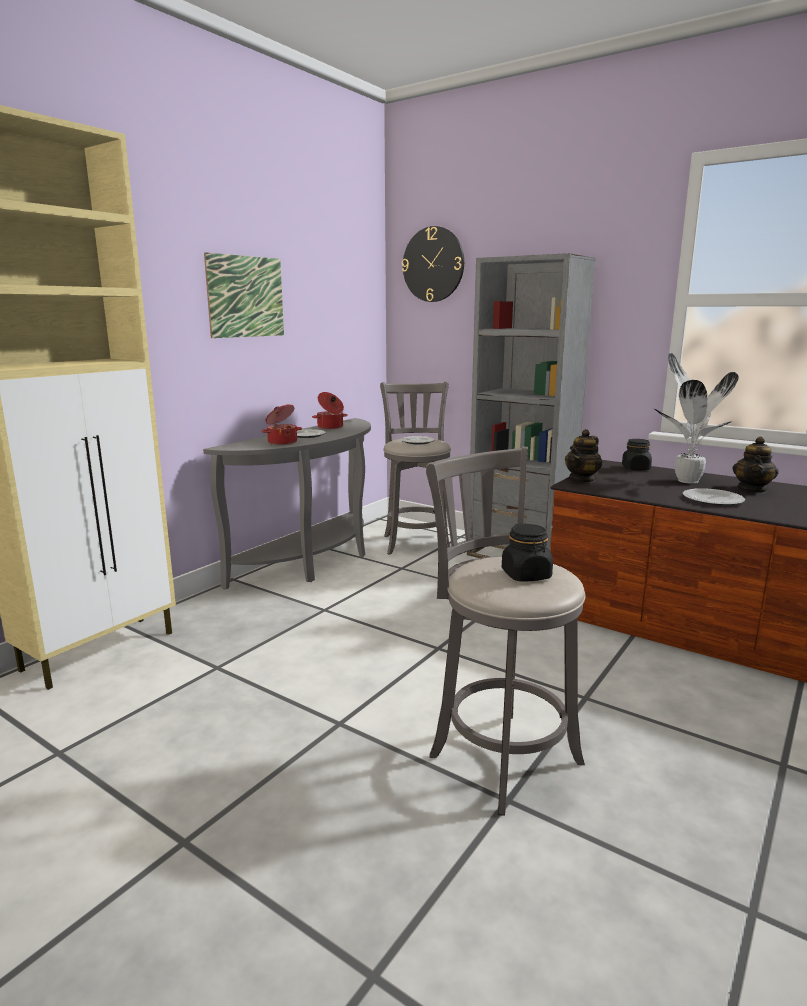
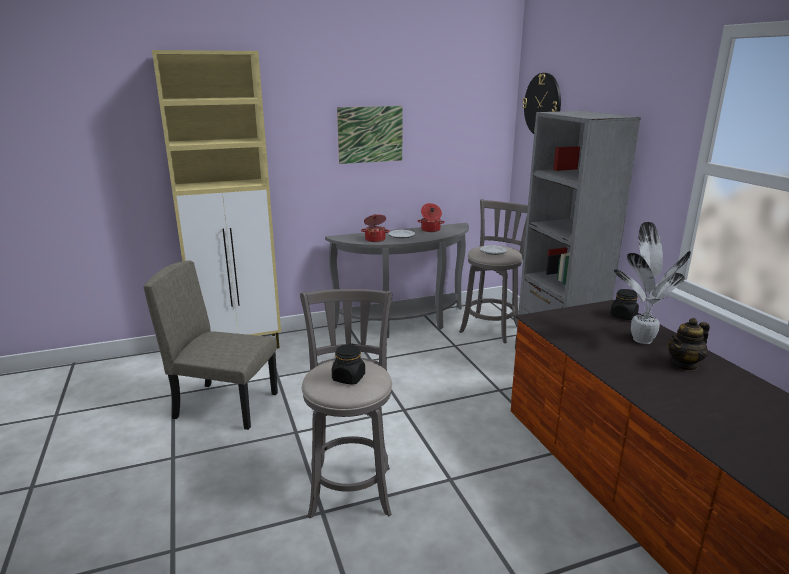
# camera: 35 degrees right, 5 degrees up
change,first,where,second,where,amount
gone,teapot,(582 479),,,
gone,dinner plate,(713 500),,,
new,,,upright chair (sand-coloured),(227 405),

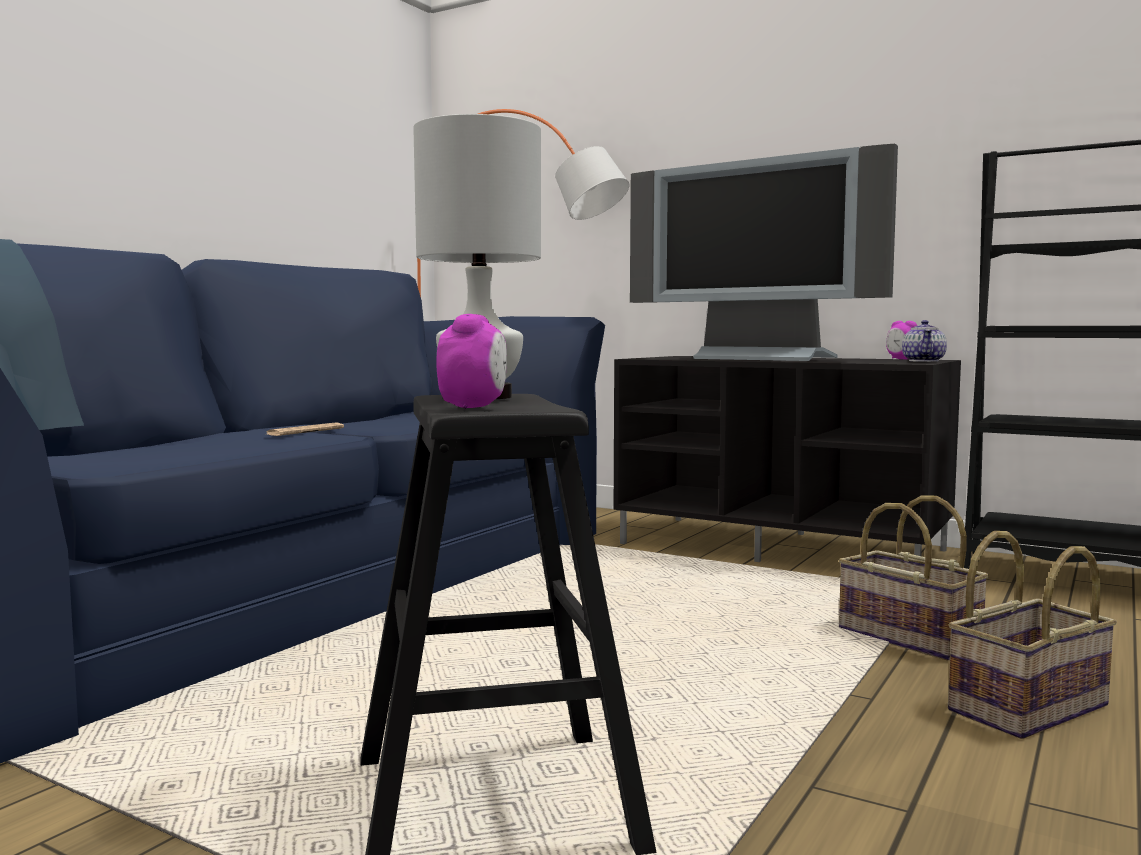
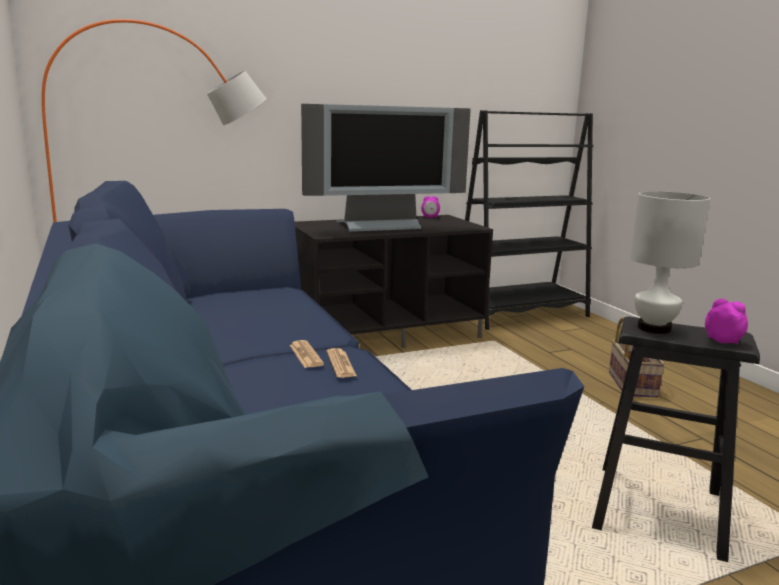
# camera: 55 degrees left, 10 degrees up
change,first,where,second,where,amount
gone,teapot,(924 361),,,
gone,storage basket,(906 638),,,
new,,,newspaper,(341 364),

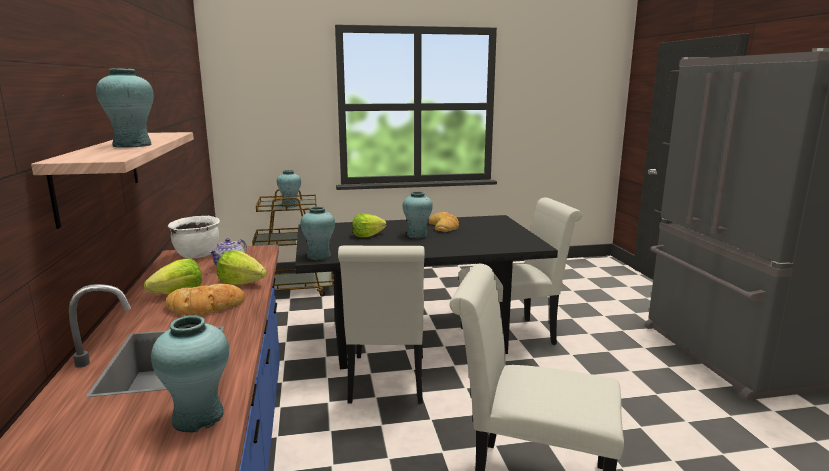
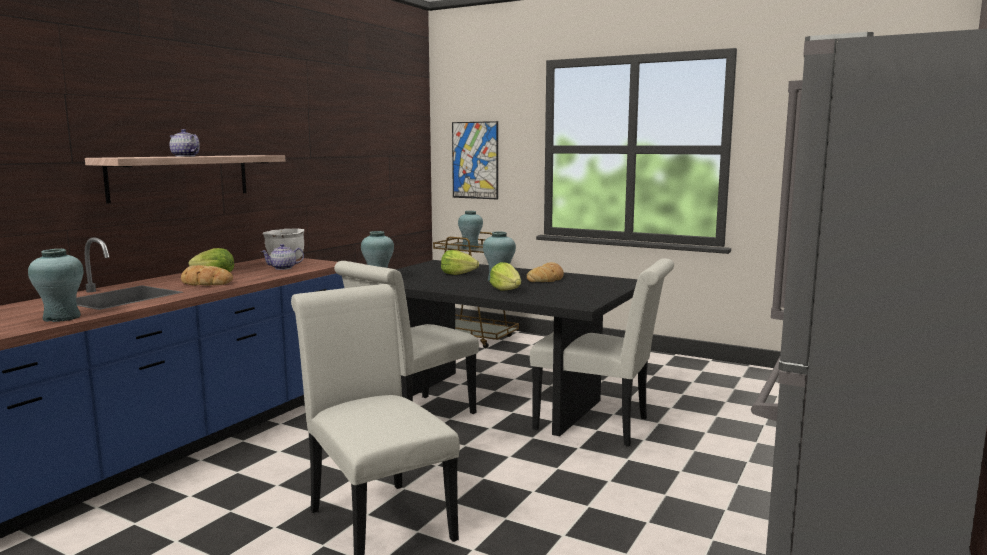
# camera: 40 degrees right, 5 degrees down
change,first,where,second,where,amount
swapped,vase (turquoise-coloured),(132 145),teapot,(185 156),
shifted,lettuce,(241 283),,(506 290),
new,,,wall art,(475 160),

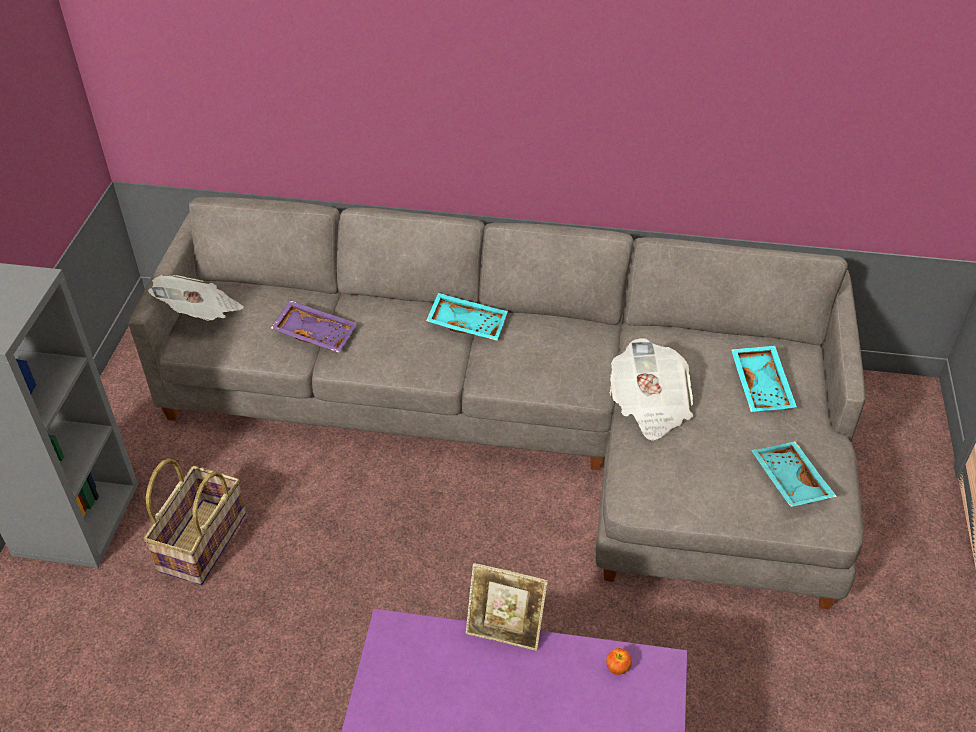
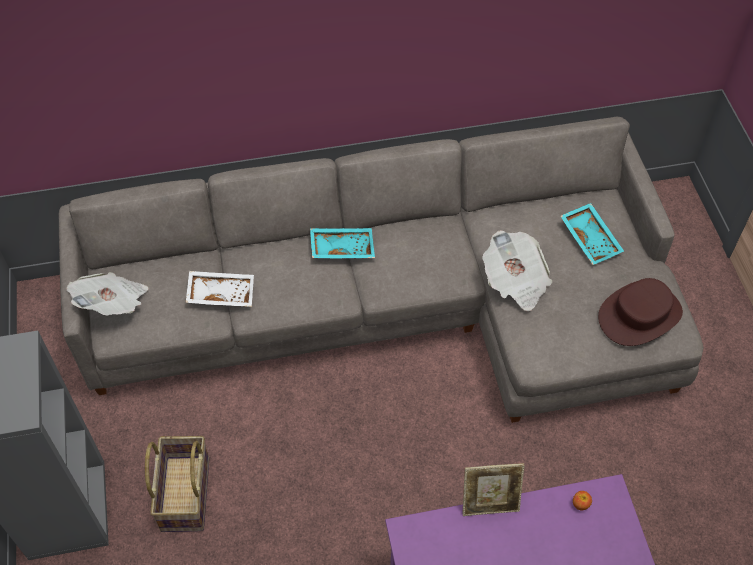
# camera: 20 degrees left, 10 degrees up
change,first,where,second,where,amount
repainted,serving tray (purplish),(316 333),serving tray (whitish),(221 293),
swapped,serving tray (turquoise-coloured),(788 481),wearable hat (brown),(639 315),

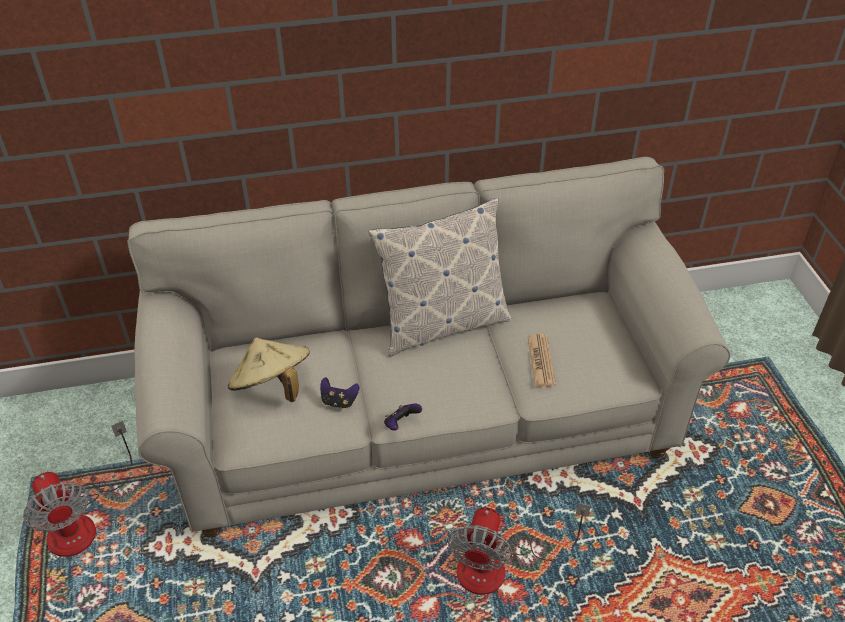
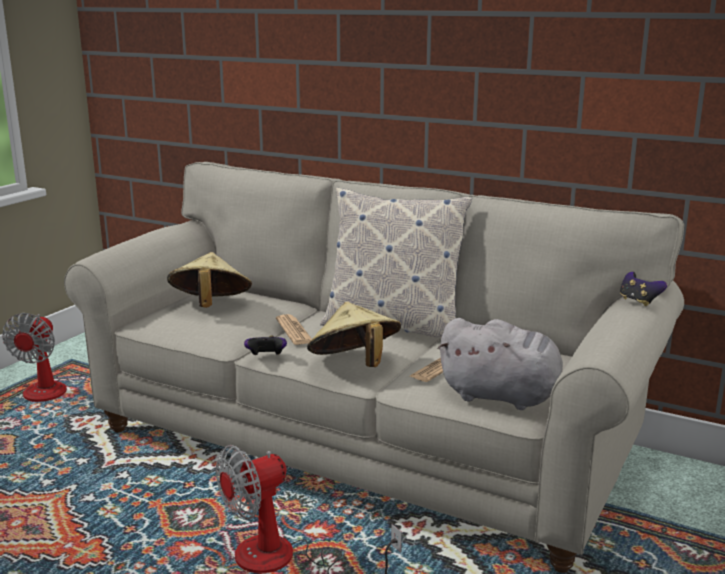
# camera: 40 degrees right, 25 degrees down
change,first,where,second,where,amount
shifted,joypad,(339 401),,(639 301),
new,,,wearable hat (sand-coloured),(354 365),
new,,,newspaper,(294 331),
new,,,plush toy (gray),(505 397),

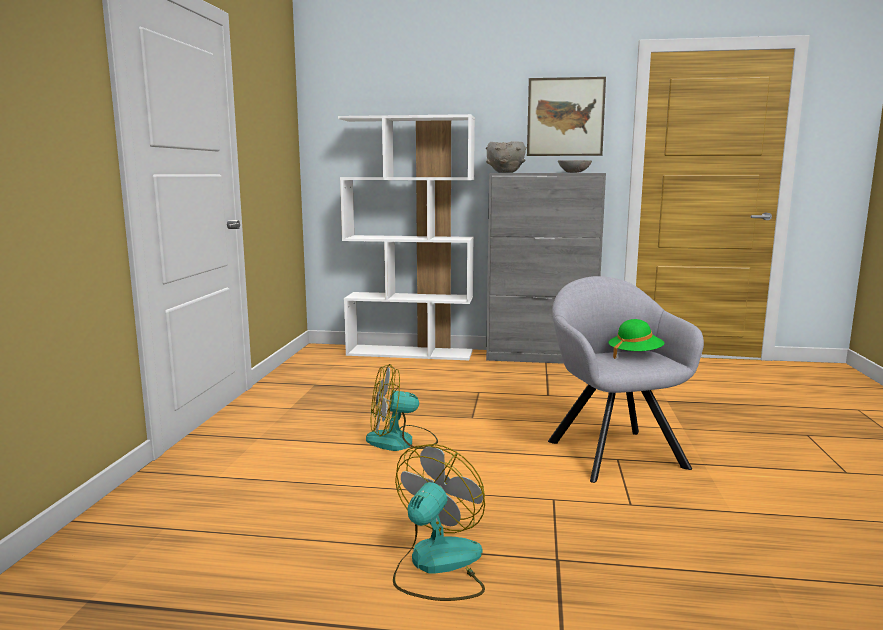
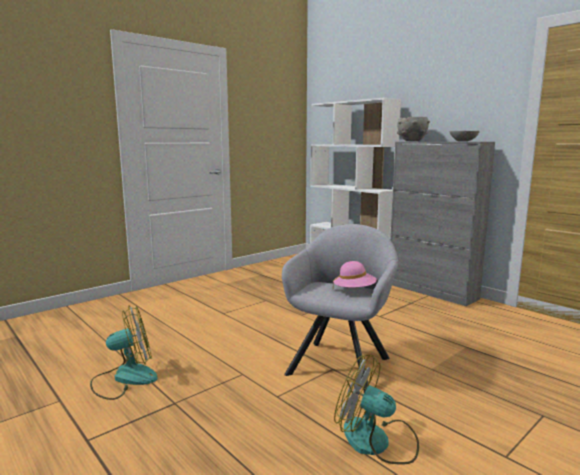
# camera: 40 degrees right, 0 degrees up
change,first,where,second,where,amount
gone,wall art,(565 117),,,
repainted,wearable hat (green),(635 355),wearable hat (pink),(354 291),
shifted,fan,(401 441),,(377 441),

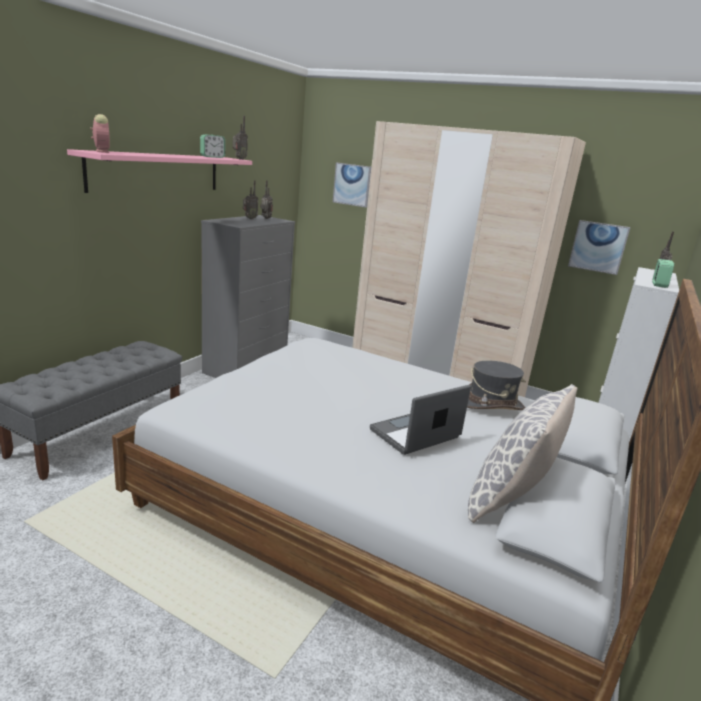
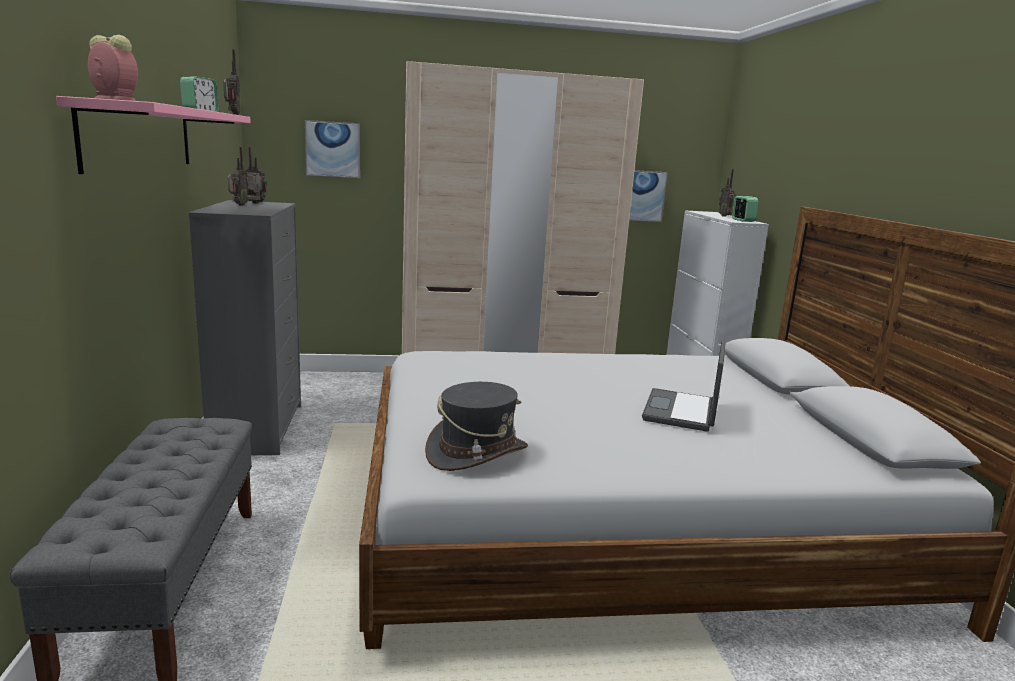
# camera: 35 degrees left, 5 degrees down
change,first,where,second,where,amount
shifted,wearable hat (gray),(491 404),,(477 453),
gone,throw pillow,(510 500),,,

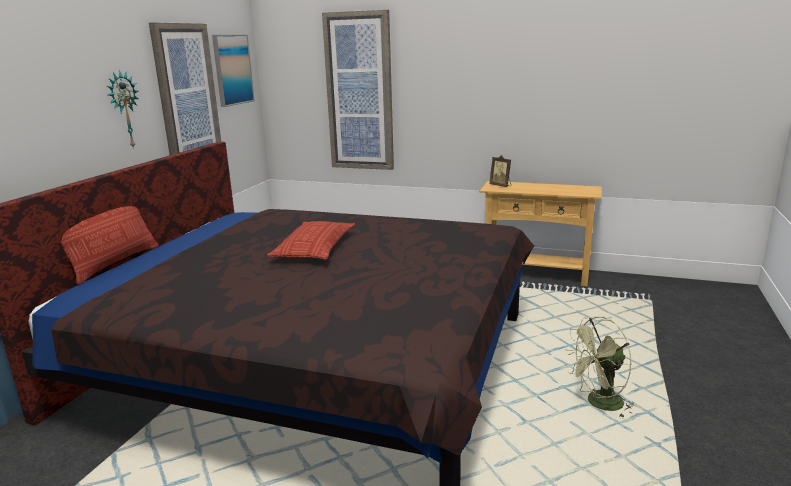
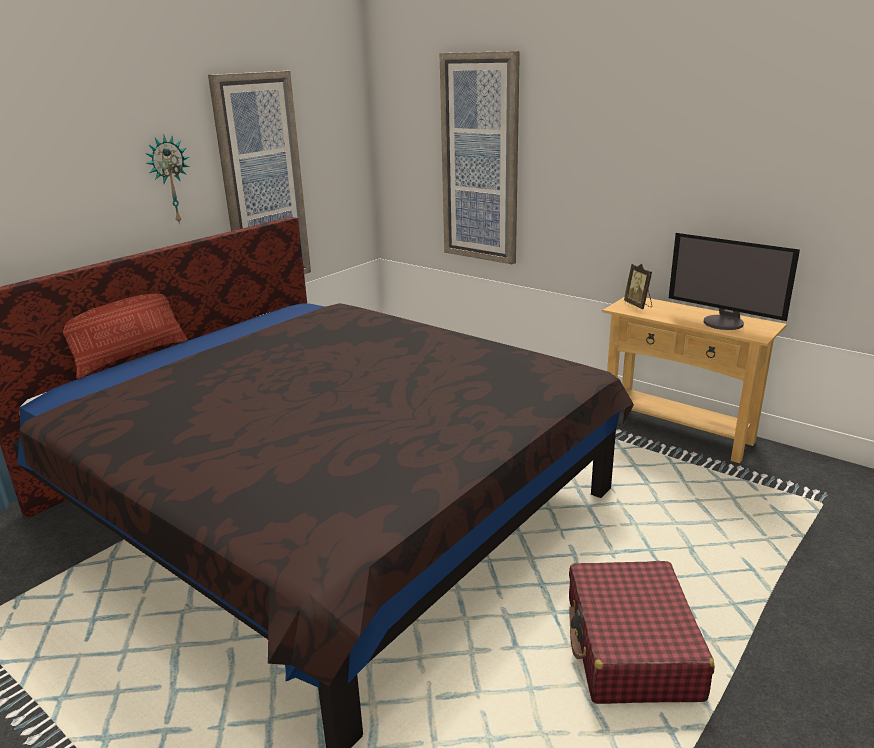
# camera: 20 degrees right, 5 degrees up
change,first,where,second,where,amount
gone,wall art,(232 70),,,
gone,throw pillow,(314 247),,,
swapped,fan (green),(599 404),piece of luggage (red),(631 648),
new,,,computer display,(724 323),

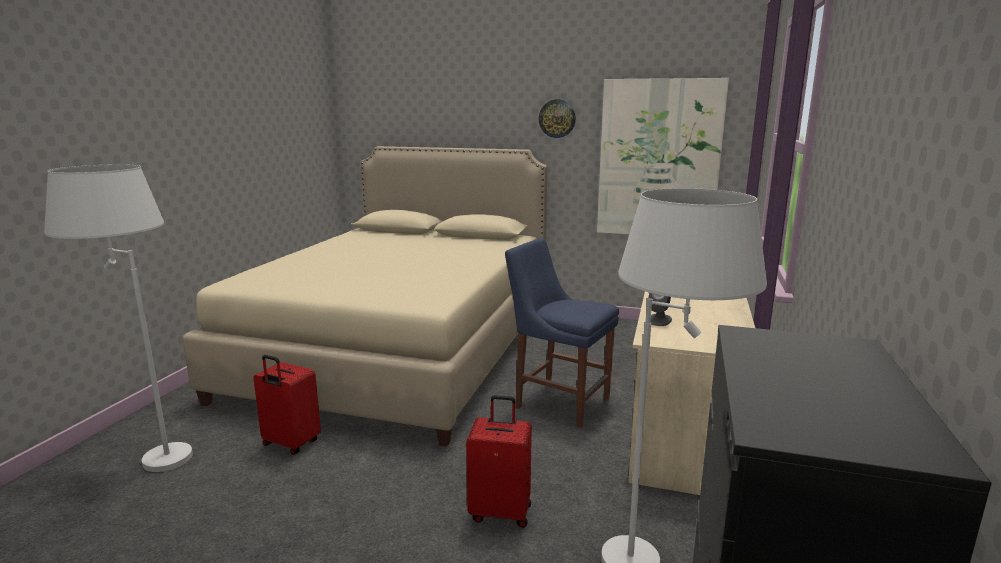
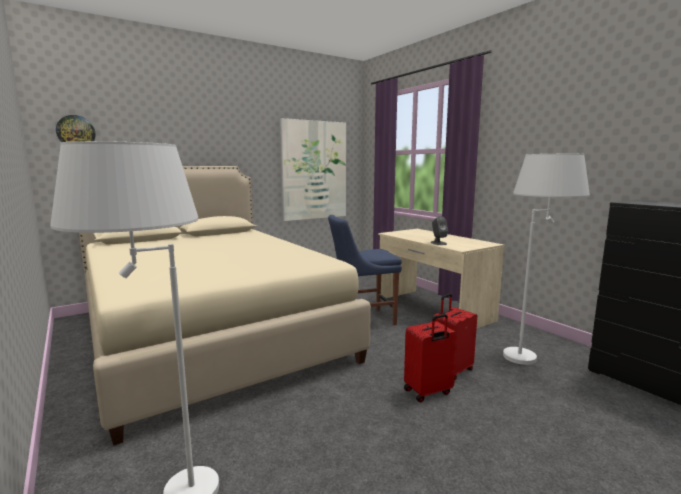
# camera: 50 degrees left, 5 degrees down
change,first,where,second,where,amount
shifted,clock on the wall,(557 118),,(76 132),
shifted,piece of luggage (red),(290 444),,(428 392),

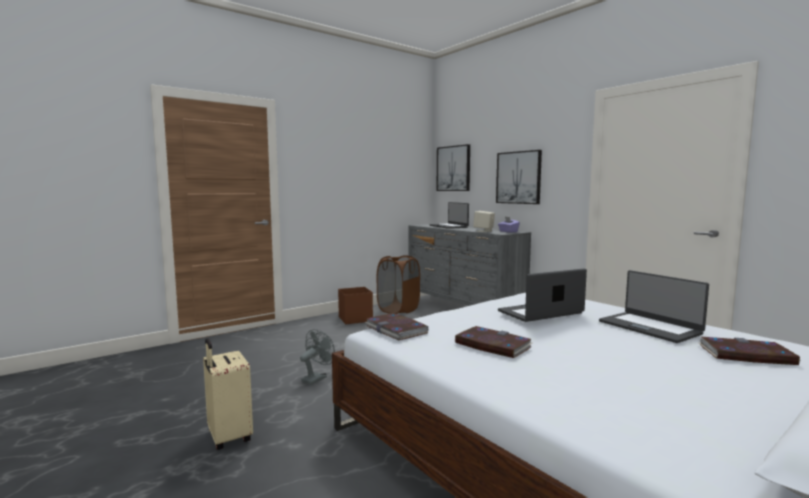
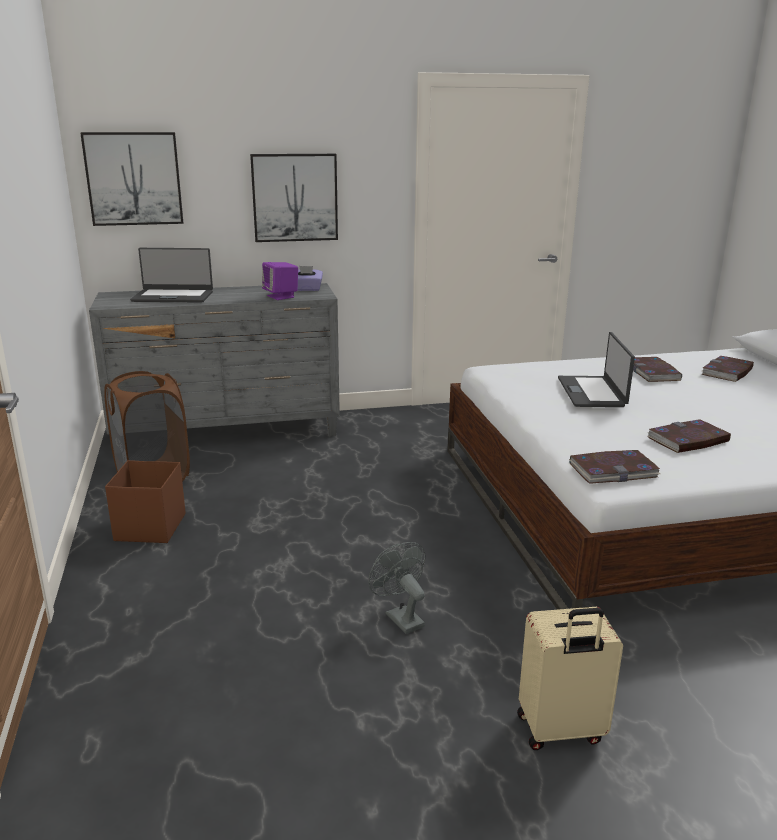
# camera: 65 degrees left, 15 degrees up
change,first,where,second,where,amount
repainted,audio speaker (sand-coloured),(483 231),audio speaker (purplish),(281 296),
swapped,portable computer,(650 327),volume,(653 372),

